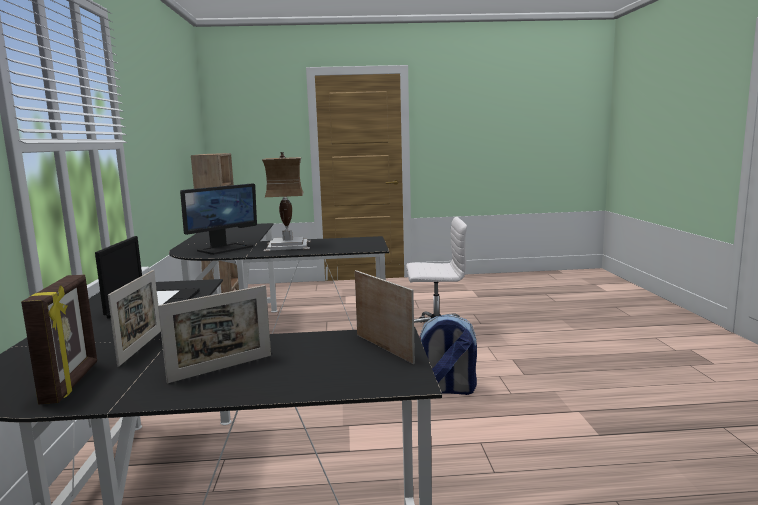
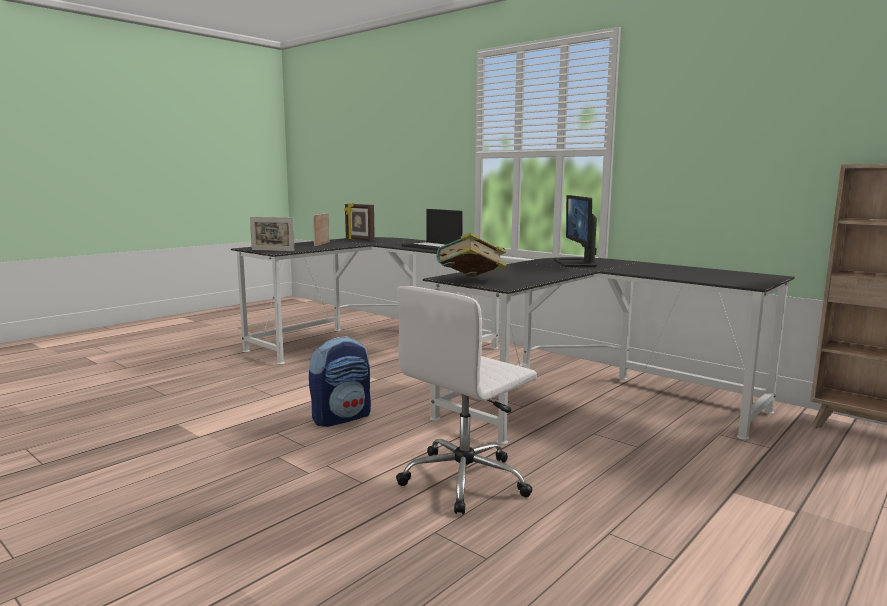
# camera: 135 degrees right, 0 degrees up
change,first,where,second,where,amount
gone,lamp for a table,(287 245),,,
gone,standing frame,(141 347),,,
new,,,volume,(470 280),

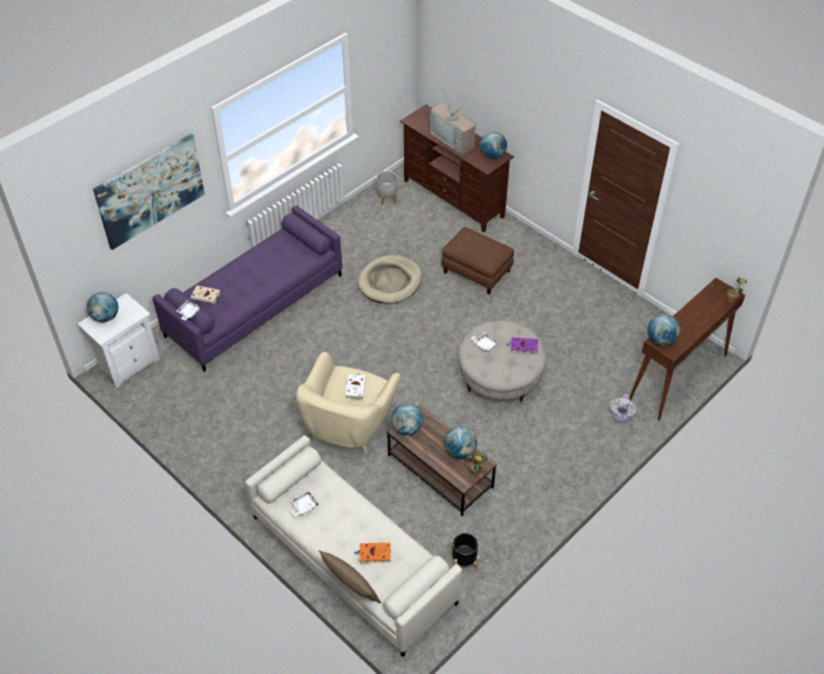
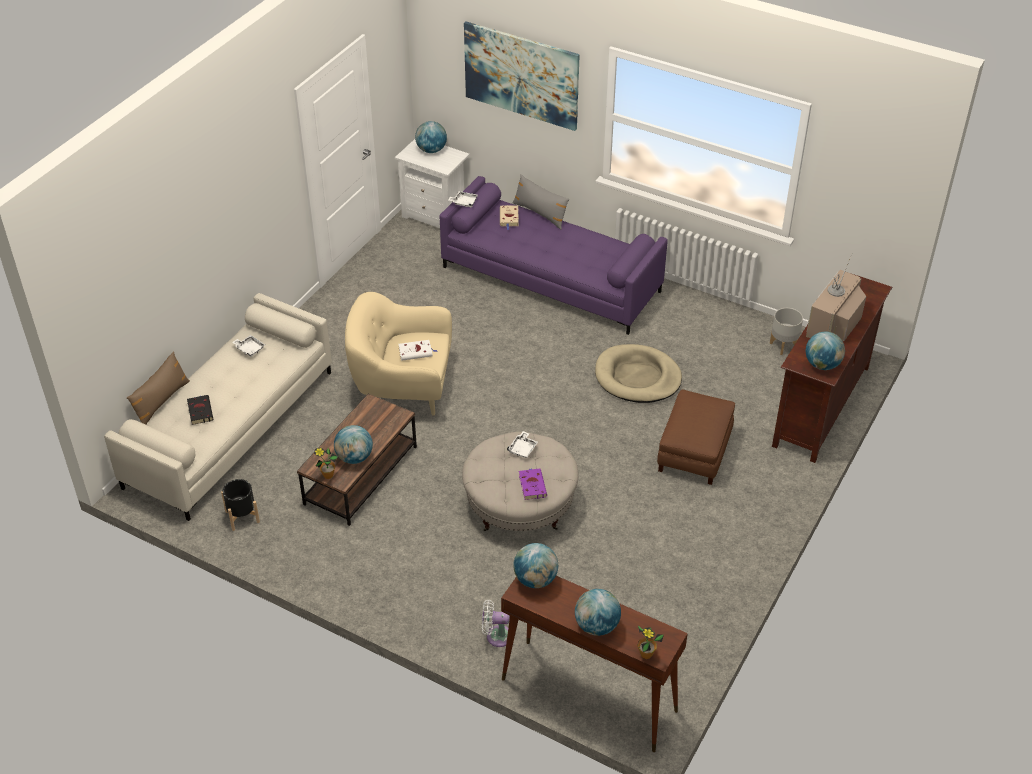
# camera: 75 degrees right, 5 degrees down
change,first,where,second,where,amount
shifted,world globe,(407 428),,(596 626),
repainted,volume (orangey),(374 554),volume (black-coloured),(200 411),
new,,,throw pillow (gray),(540 213),

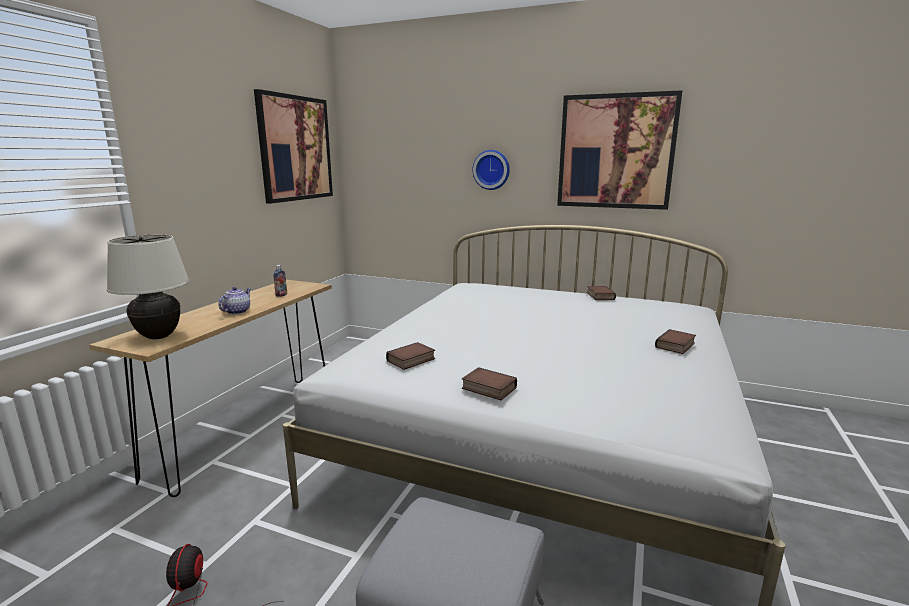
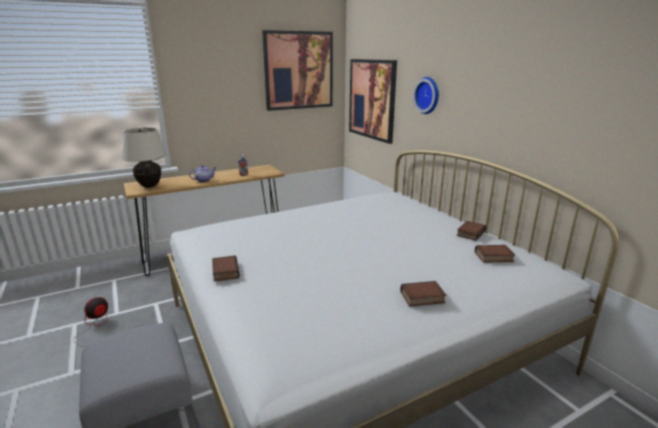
# camera: 40 degrees right, 5 degrees up
change,first,where,second,where,amount
shifted,wall art,(615 152),,(372 99),
shifted,volume,(411 360),,(493 257),

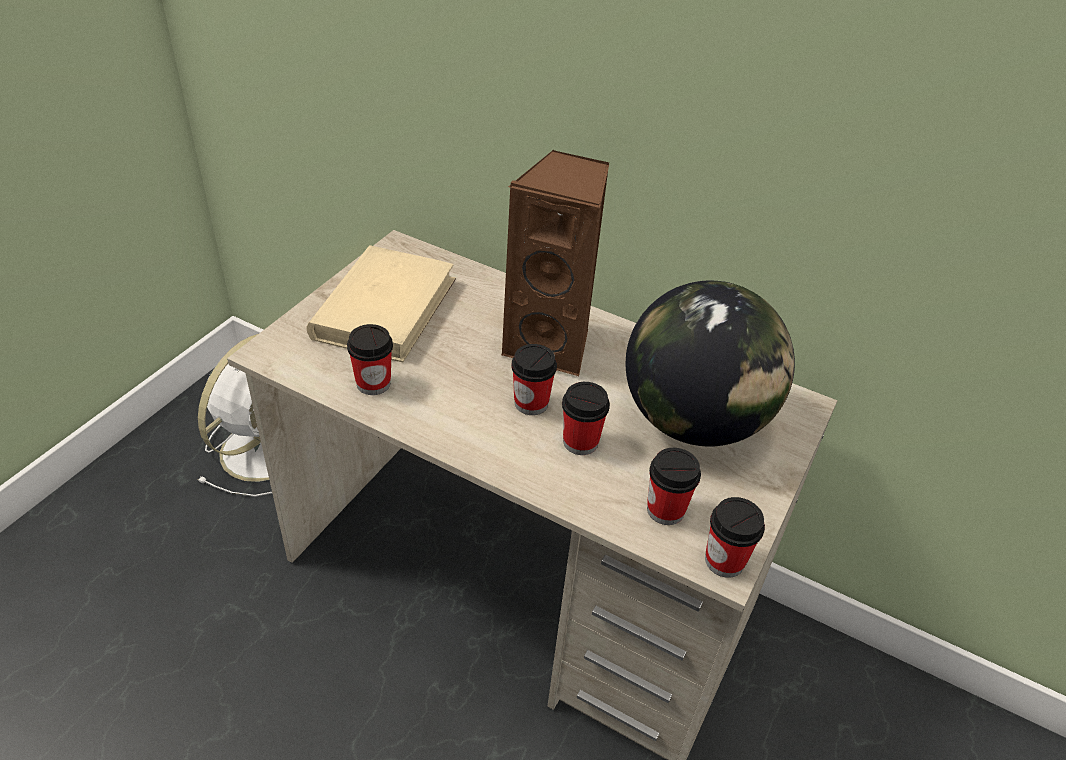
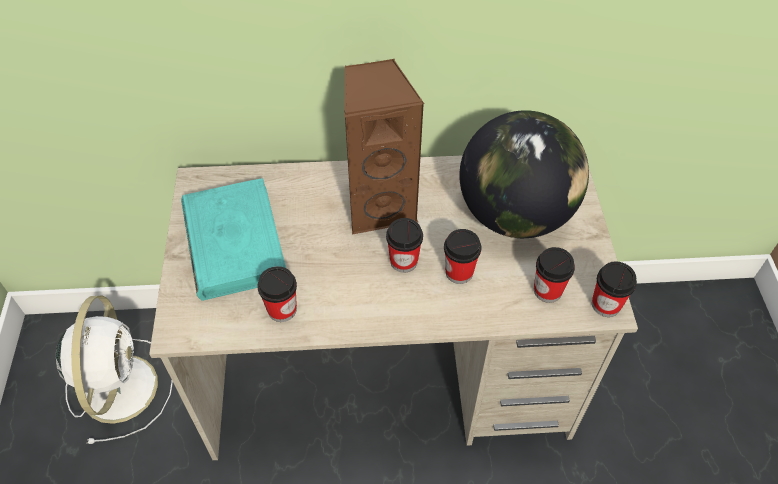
# camera: 30 degrees left, 10 degrees up
change,first,where,second,where,amount
repainted,volume (sand-coloured),(385 308),volume (turquoise-coloured),(234 242),

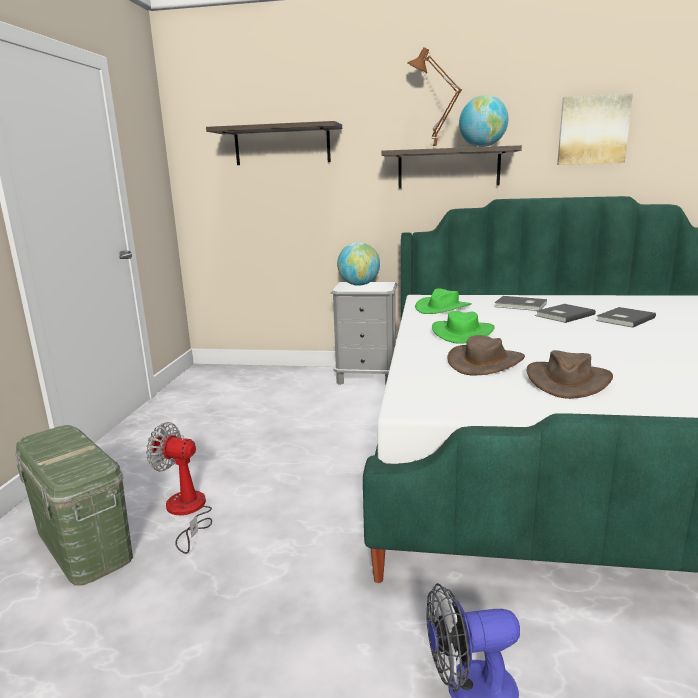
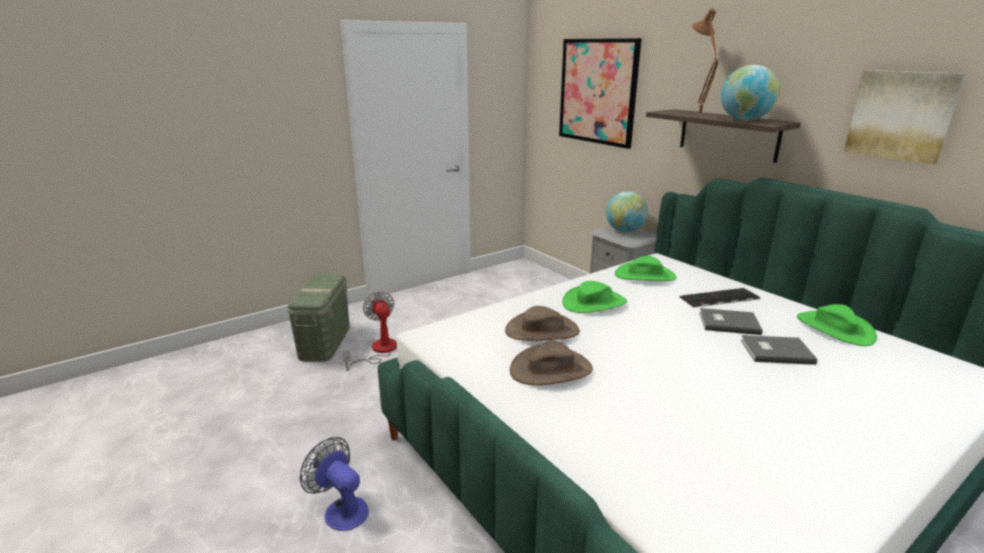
# camera: 45 degrees right, 5 degrees up
change,first,where,second,where,amount
swapped,shelf,(282 145),wall art,(597 91),
swapped,volume (gray),(521 305),PC keyboard,(719 298),
new,,,wearable hat (green),(834 328),

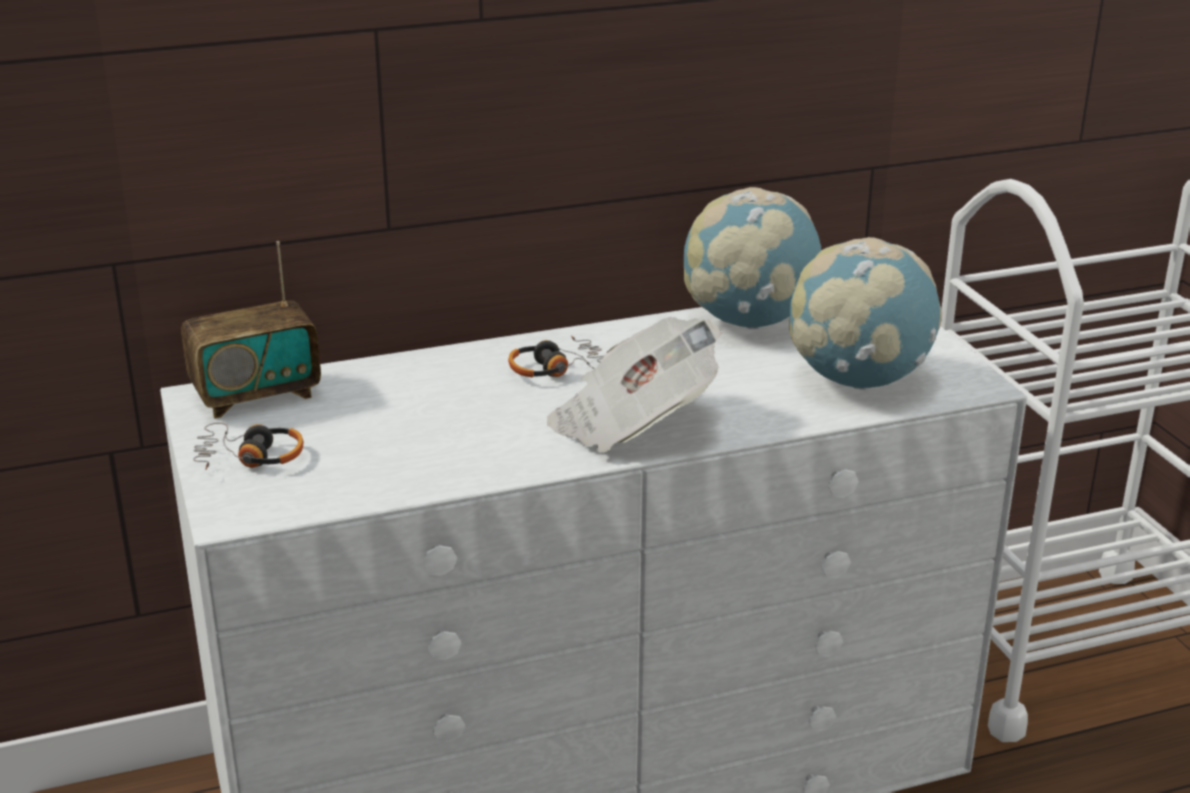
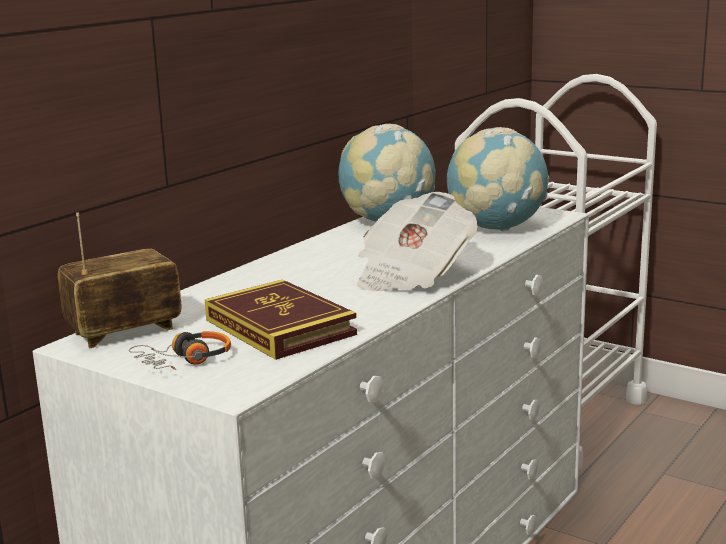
# camera: 35 degrees left, 10 degrees down
change,first,where,second,where,amount
rotated,radio receiver,(256 396),,(124 332),150 degrees counterclockwise
gone,headset,(557 369),,,
new,,,volume,(279 327),

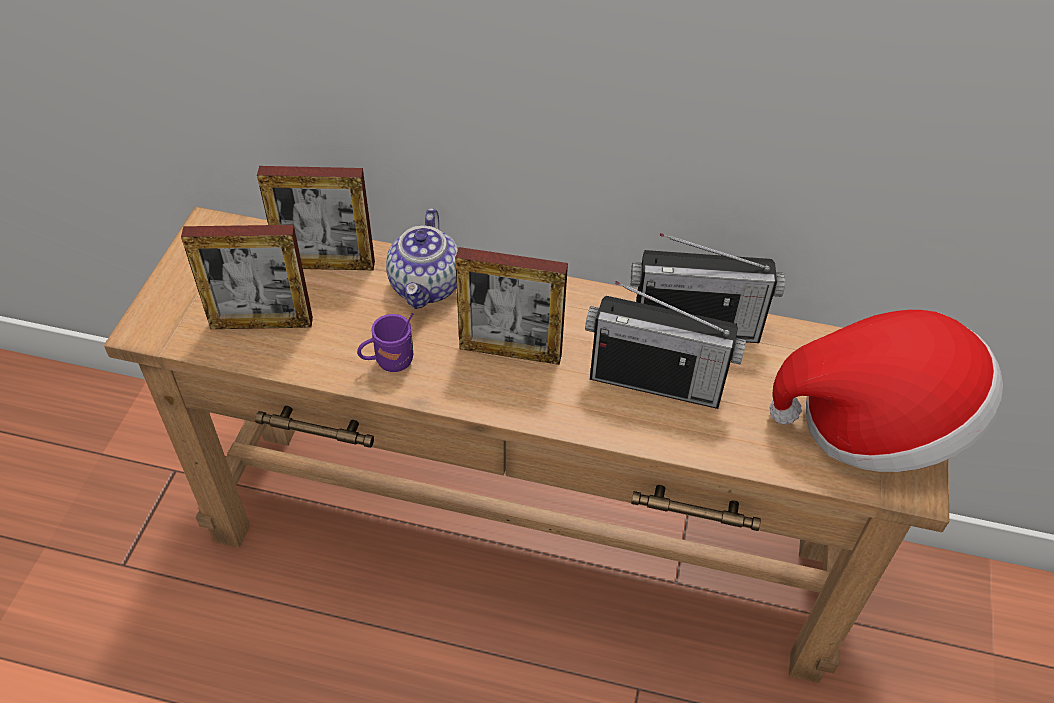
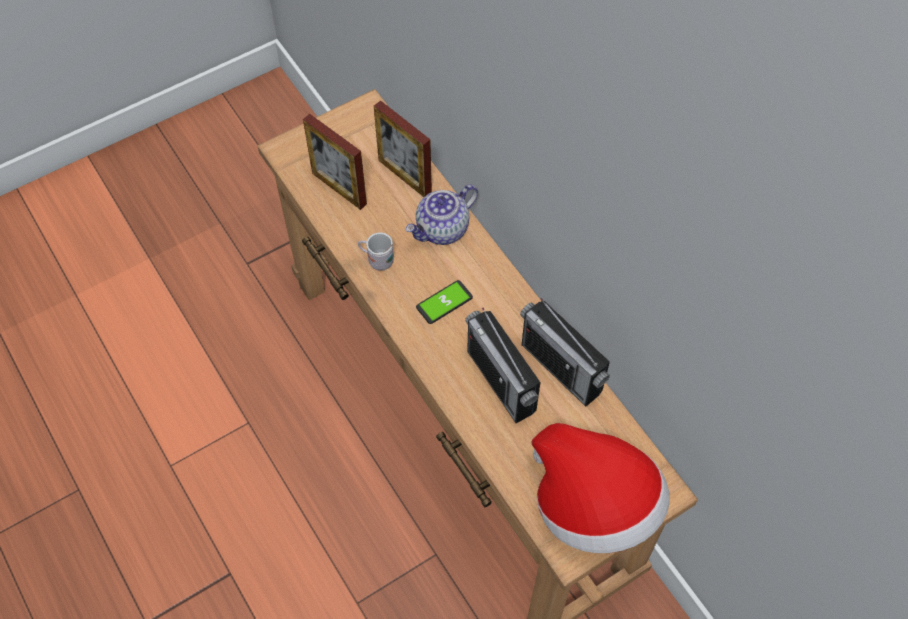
# camera: 45 degrees right, 10 degrees up
change,first,where,second,where,amount
swapped,standing frame,(510 351),handset,(444 302),
repainted,mug (purplish),(389 362),mug (whitish),(377 260),

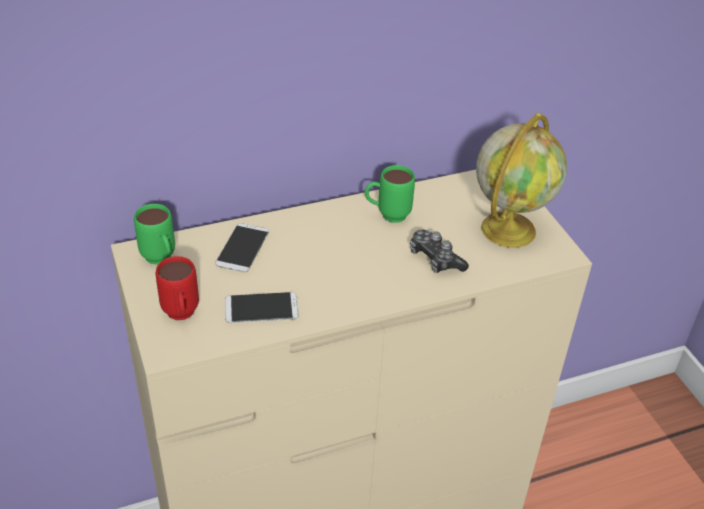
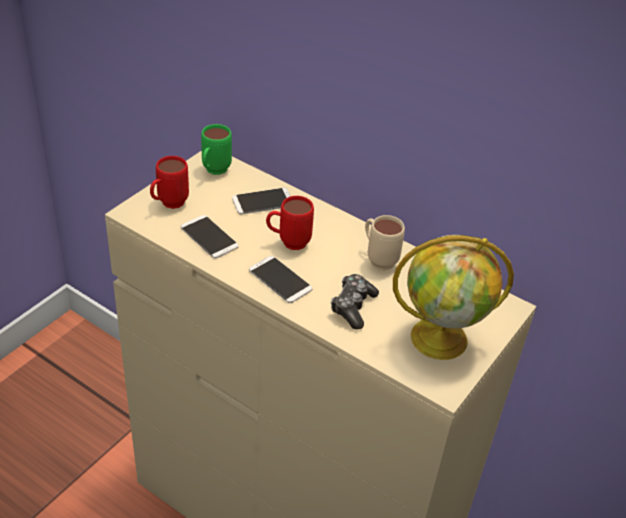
# camera: 55 degrees right, 0 degrees up
change,first,where,second,where,amount
repainted,mug (green),(387 215),mug (sand-coloured),(378 259),
new,,,mug (red),(288 243),
new,,,handset,(280 280),

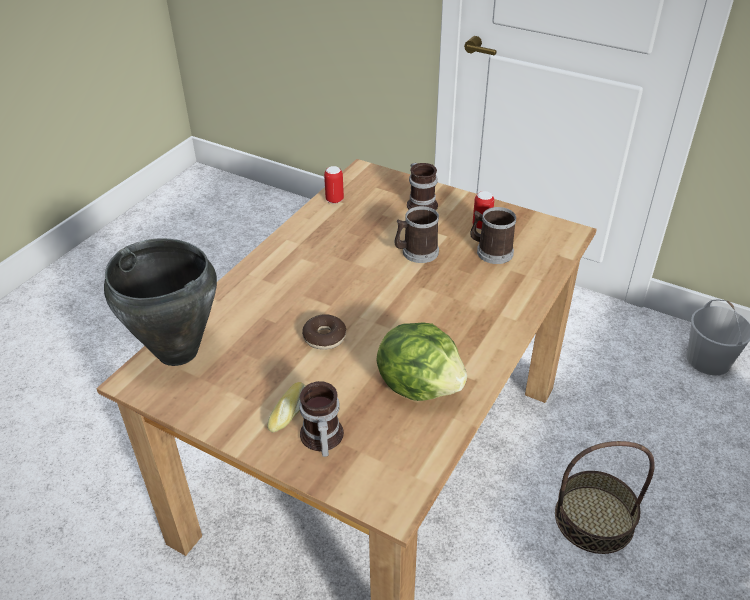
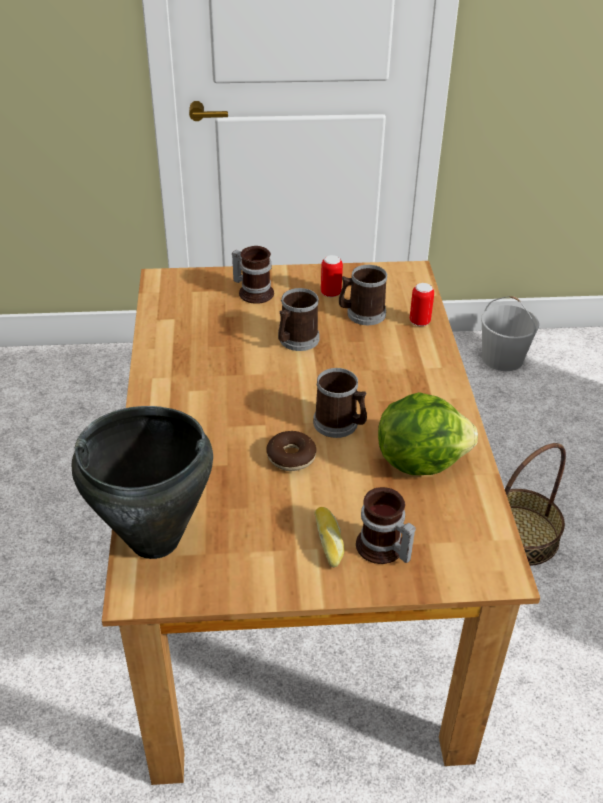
# camera: 35 degrees left, 0 degrees up
change,first,where,second,where,amount
shifted,sealed can,(334 200),,(419 322),
new,,,mug,(340 424),

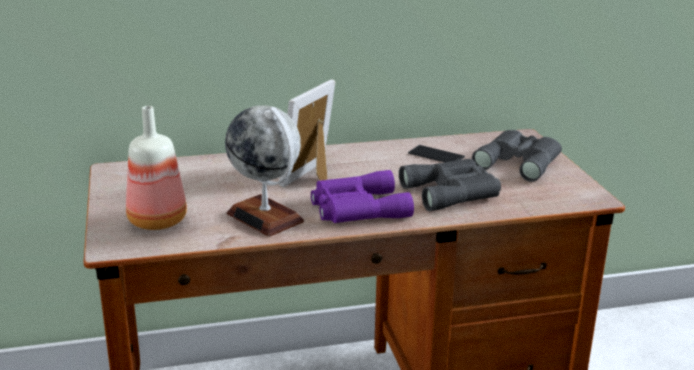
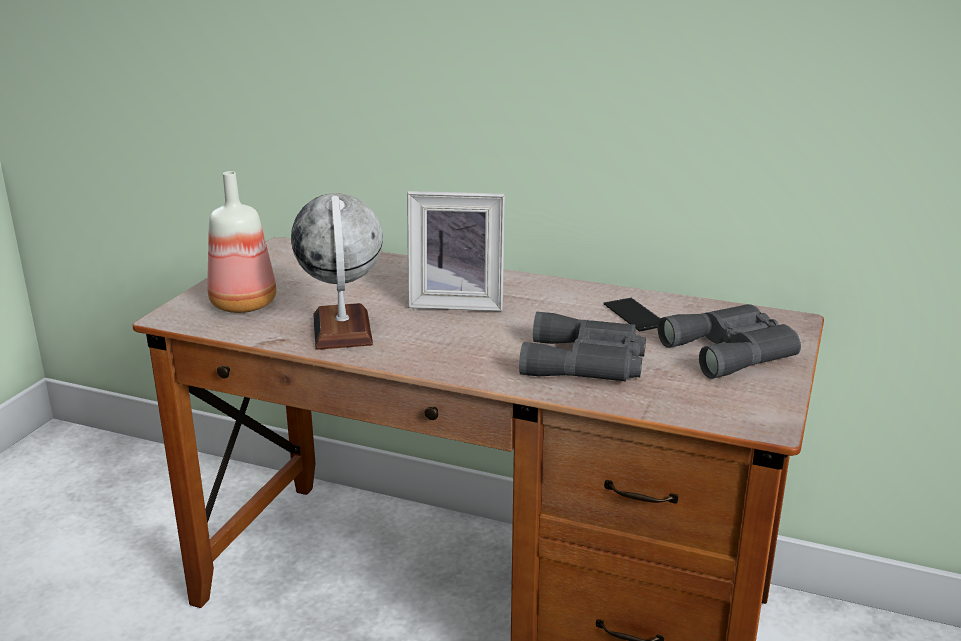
# camera: 35 degrees right, 0 degrees up
change,first,where,second,where,amount
rotated,standing frame,(314 176),,(457 302),150 degrees counterclockwise
gone,binoculars (purplish),(356 208),,,

